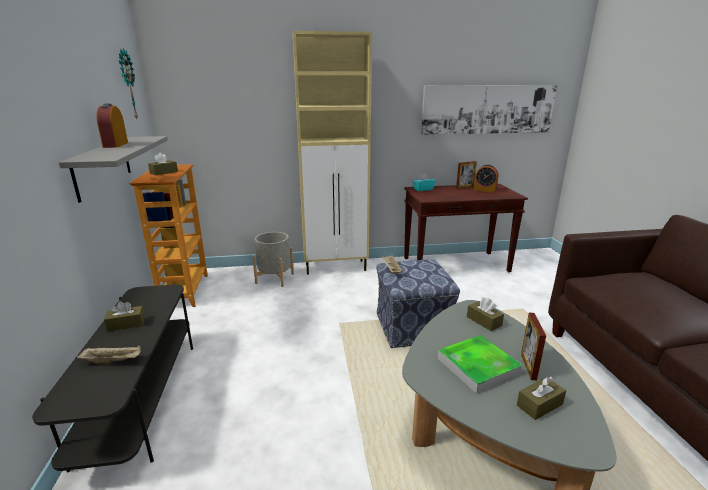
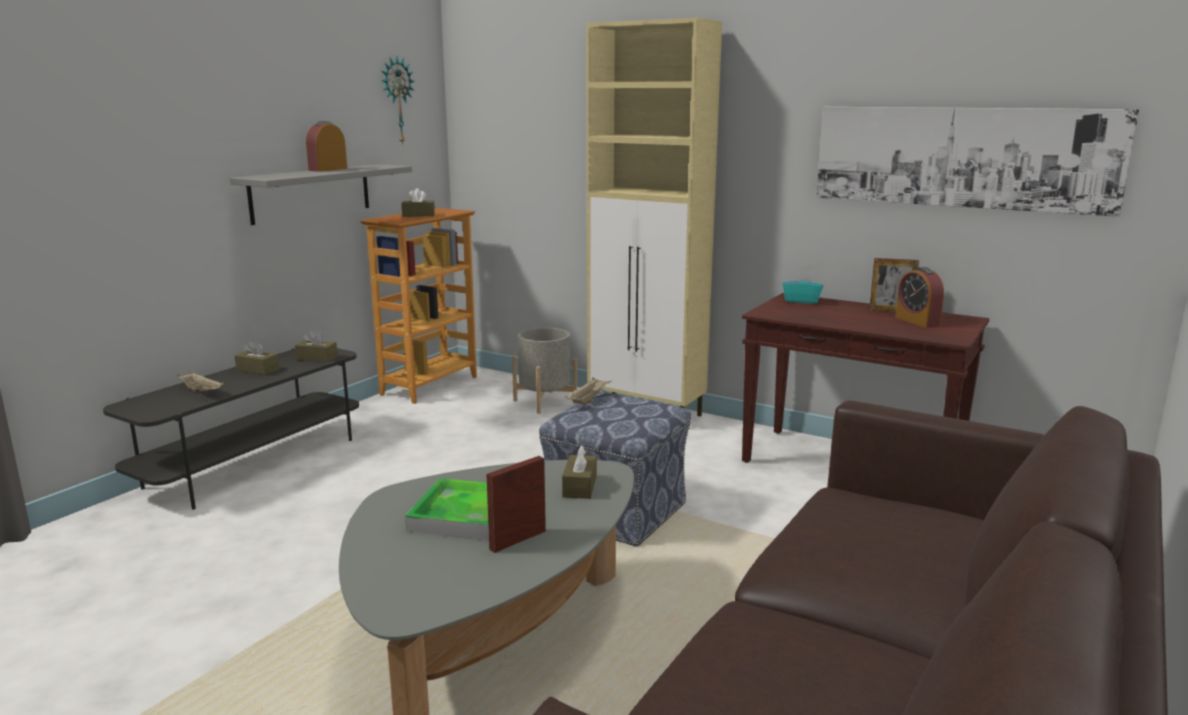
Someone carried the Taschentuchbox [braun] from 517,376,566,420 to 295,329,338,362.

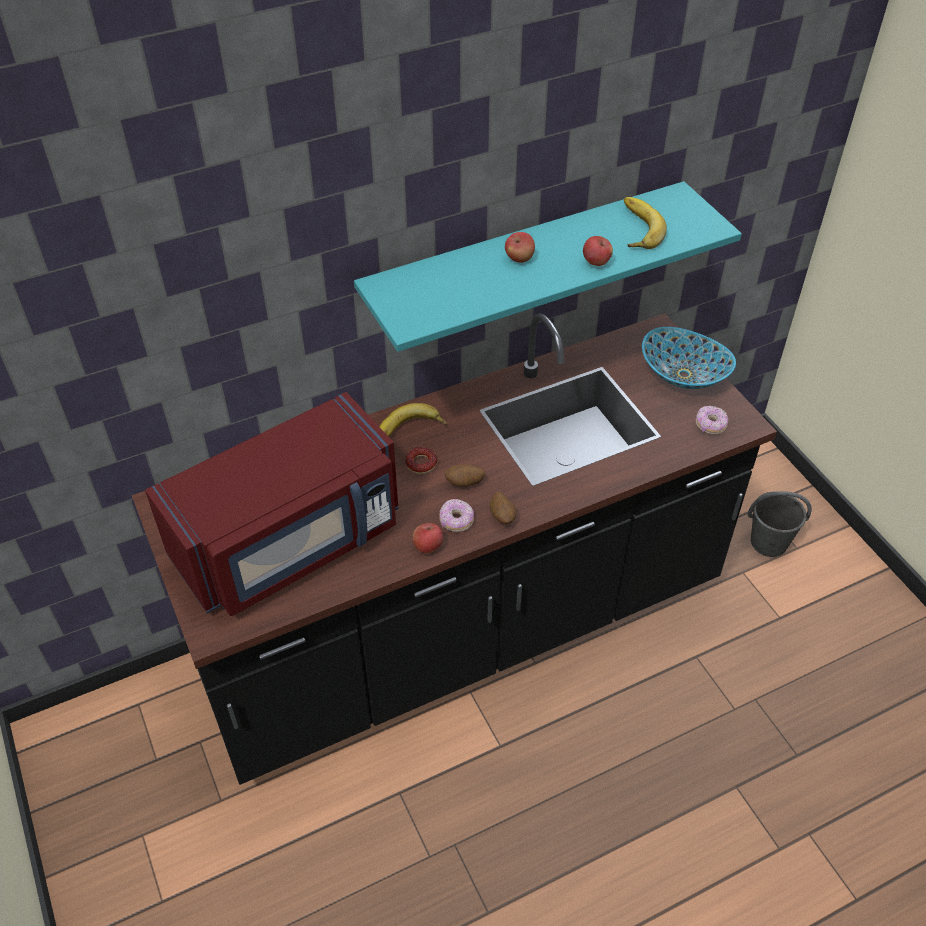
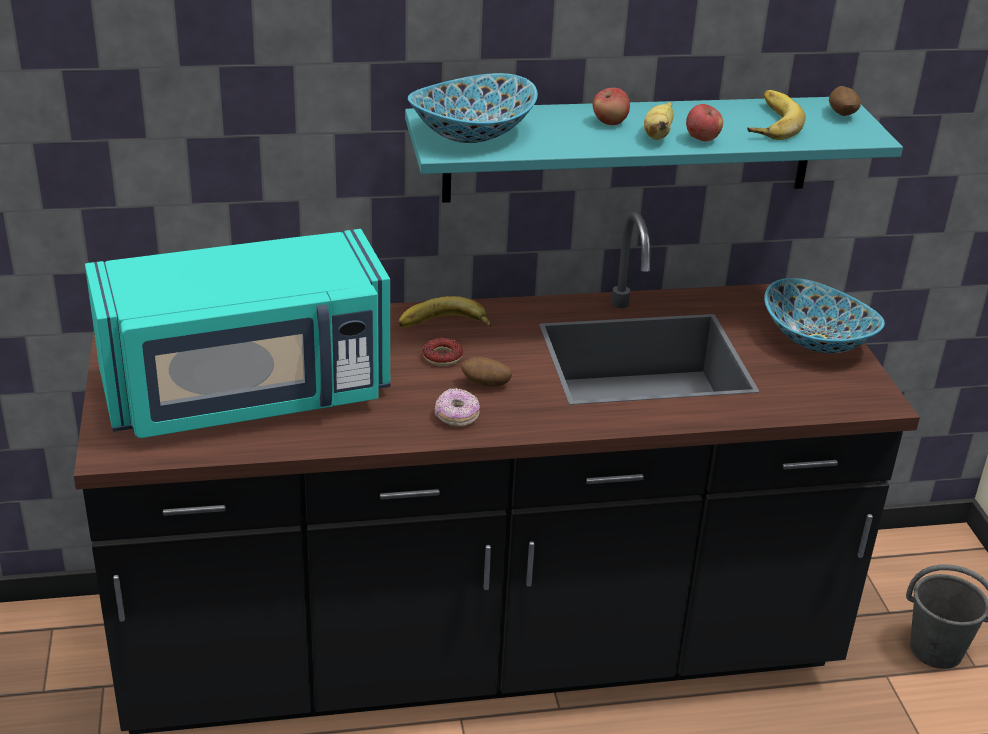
Someone repainted the Mikrowelle [rot] at 145,392,399,616, which became the Mikrowelle [türkis] at 85,229,391,438.
Someone put down the Schüssel at 408,73,538,143.
Someone put down the Banane at 644,102,674,140.
Someone carried the Kartoffel from 490,492,516,524 to 829,86,861,116.
Someone took away the Apfel at 413,523,443,554.
Someone took away the Donut at 696,406,728,435.

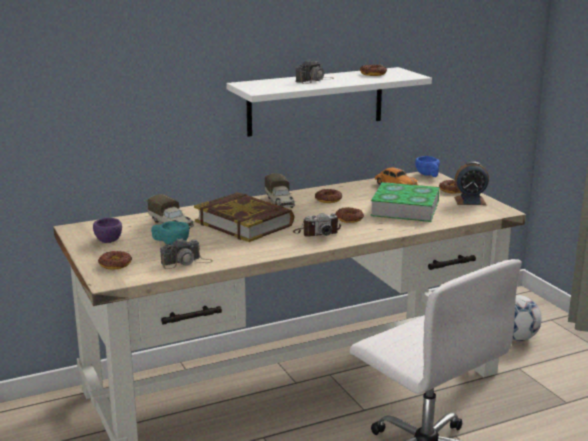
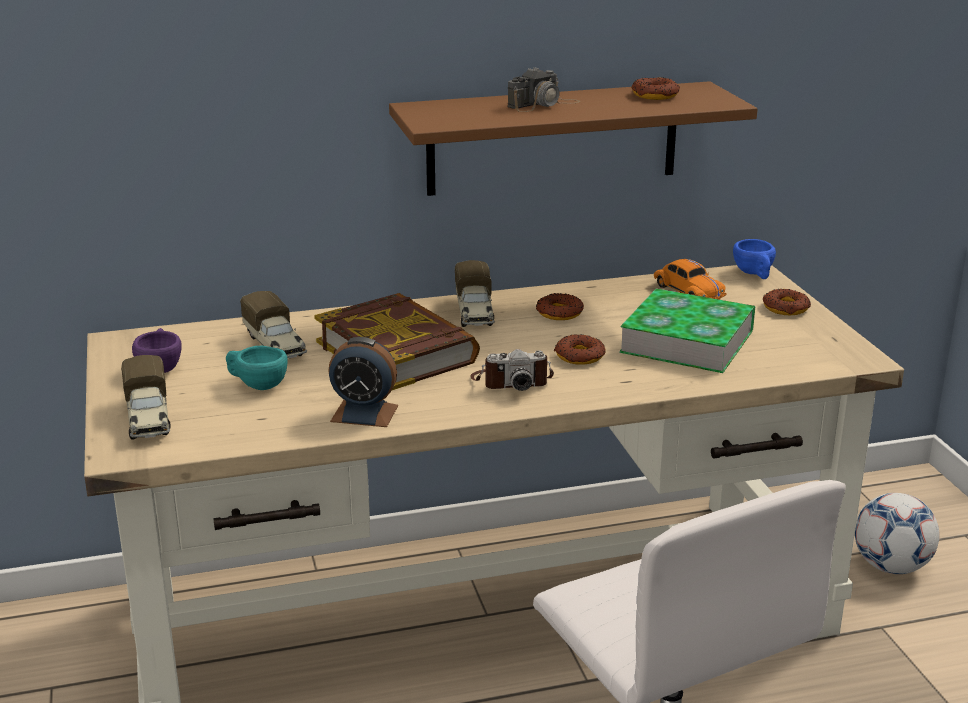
Someone swapped the Donut at 98,251,132,270 for the Spielzeuglaster at 121,355,171,440.
Someone carried the Wecker from 454,161,489,205 to 328,337,398,427.
Someone repainted the Wandregal [weiß] at 226,67,432,137, which became the Wandregal [braun] at 389,81,758,196.
Someone took away the Kamera at 160,238,213,269.

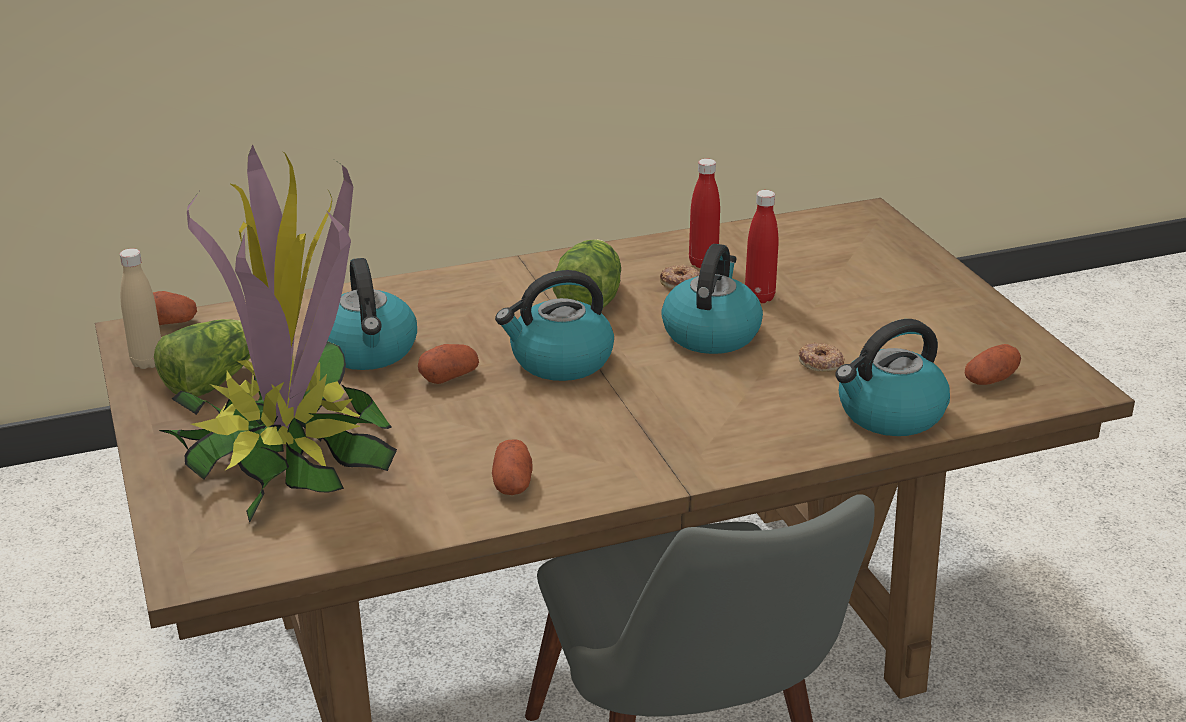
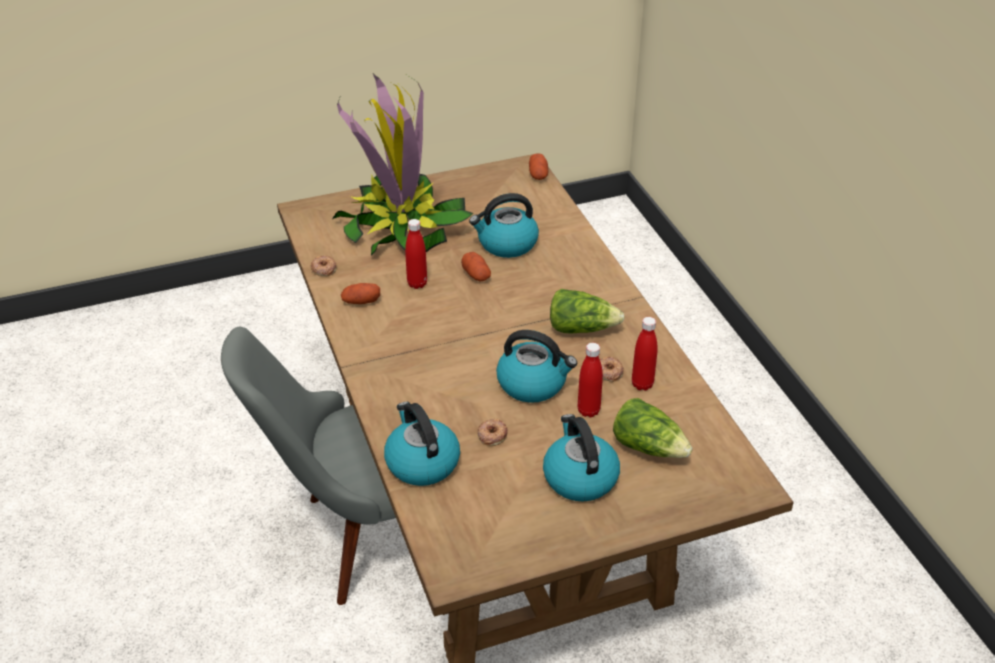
Someone put down the Donut at 310,255,337,276.
Someone put down the Flasche [rot] at 405,219,427,289.
Someone carried the Wasserkessel from 495,270,614,381 to 543,414,620,502.
Someone carried the Salatkopf from 154,319,250,397 to 613,398,693,458.
Someone took away the Flasche [beige] at 120,248,161,369.
Someone took away the Kartoffel at 965,344,1021,385.

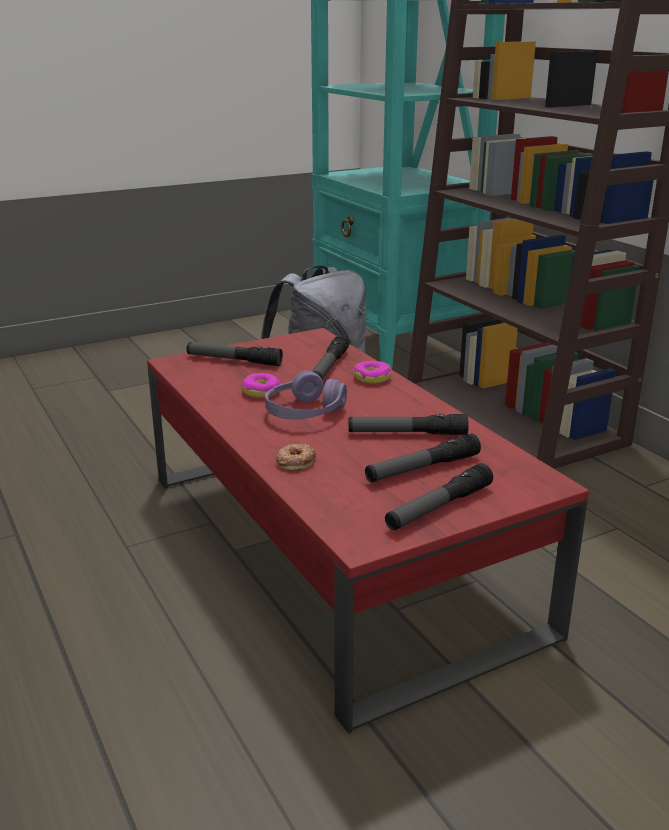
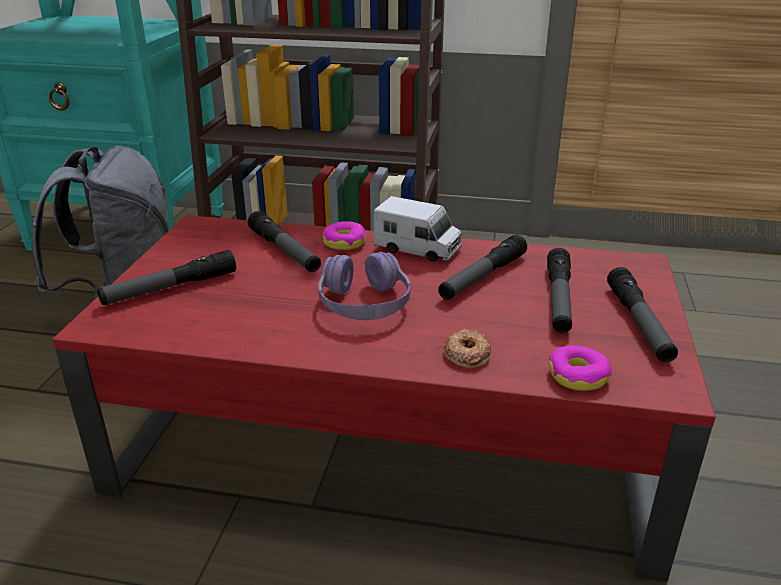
Someone put down the Spielzeuglaster at 374,196,462,262.
Someone carried the Donut from 241,373,281,398 to 549,346,612,391.

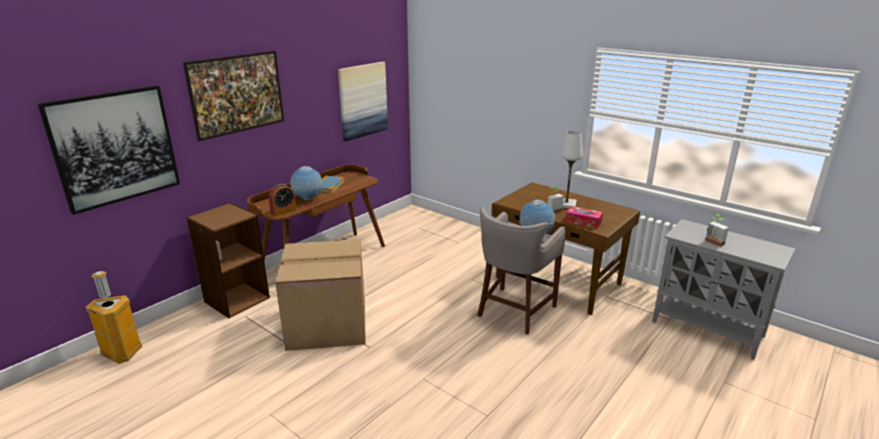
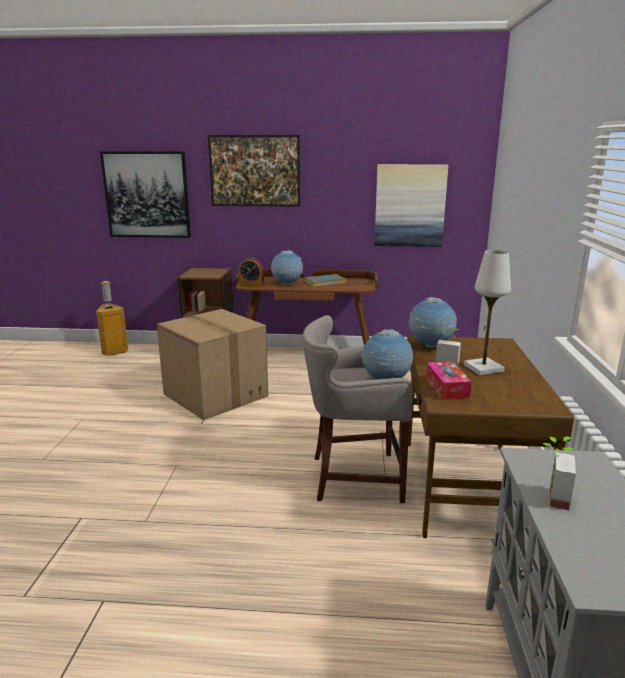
Someone put down the Globus at 409,297,457,348.

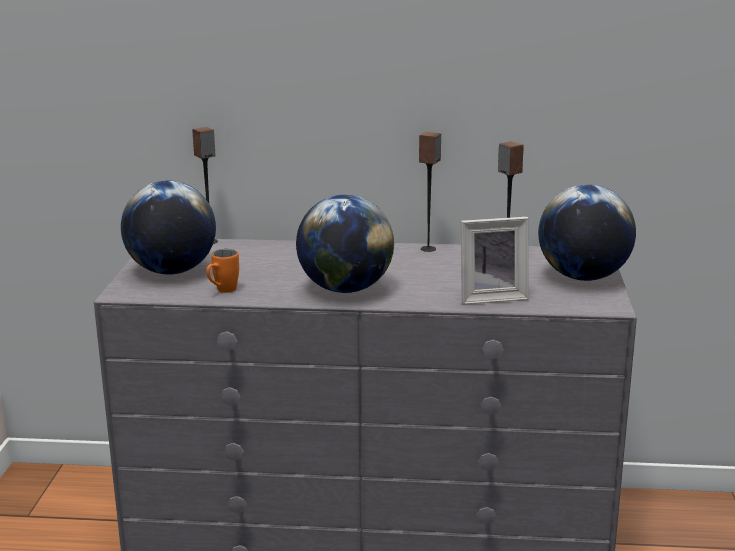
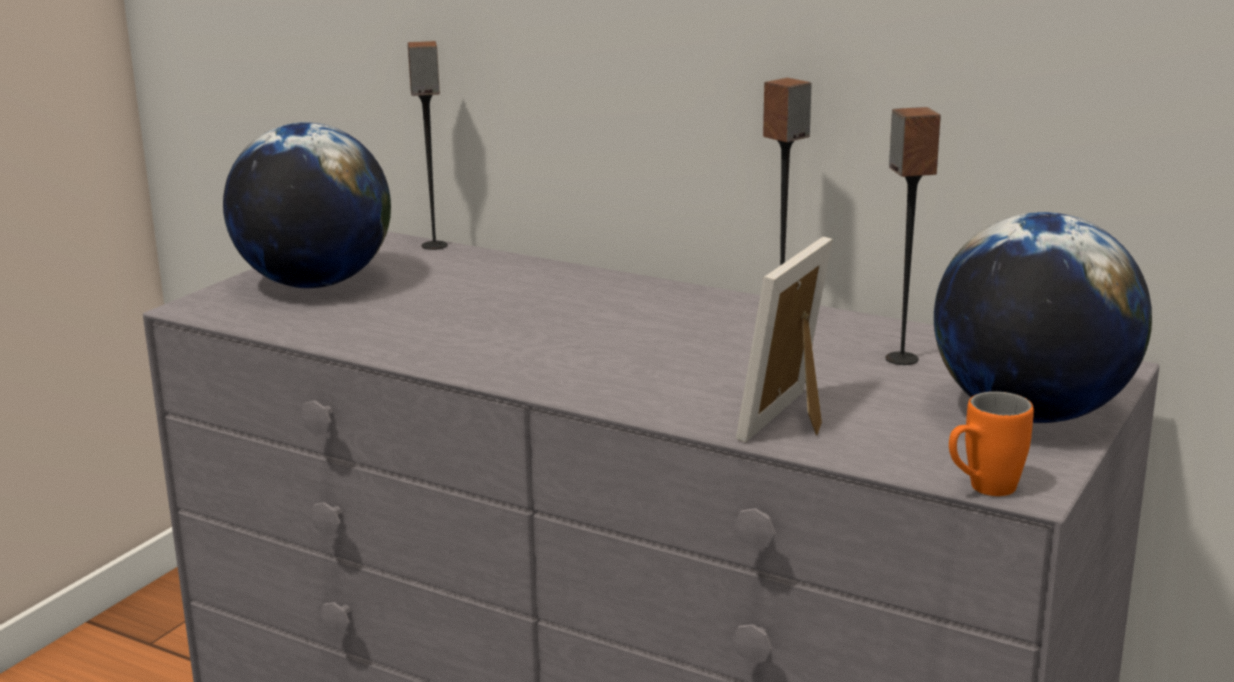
Someone rotated the Bilderrahmen at 461,217,529,305 by 105 degrees clockwise.
Someone carried the Henkelbecher [orange] from 206,249,239,293 to 949,391,1034,496.
Someone took away the Globus at 296,194,394,293.

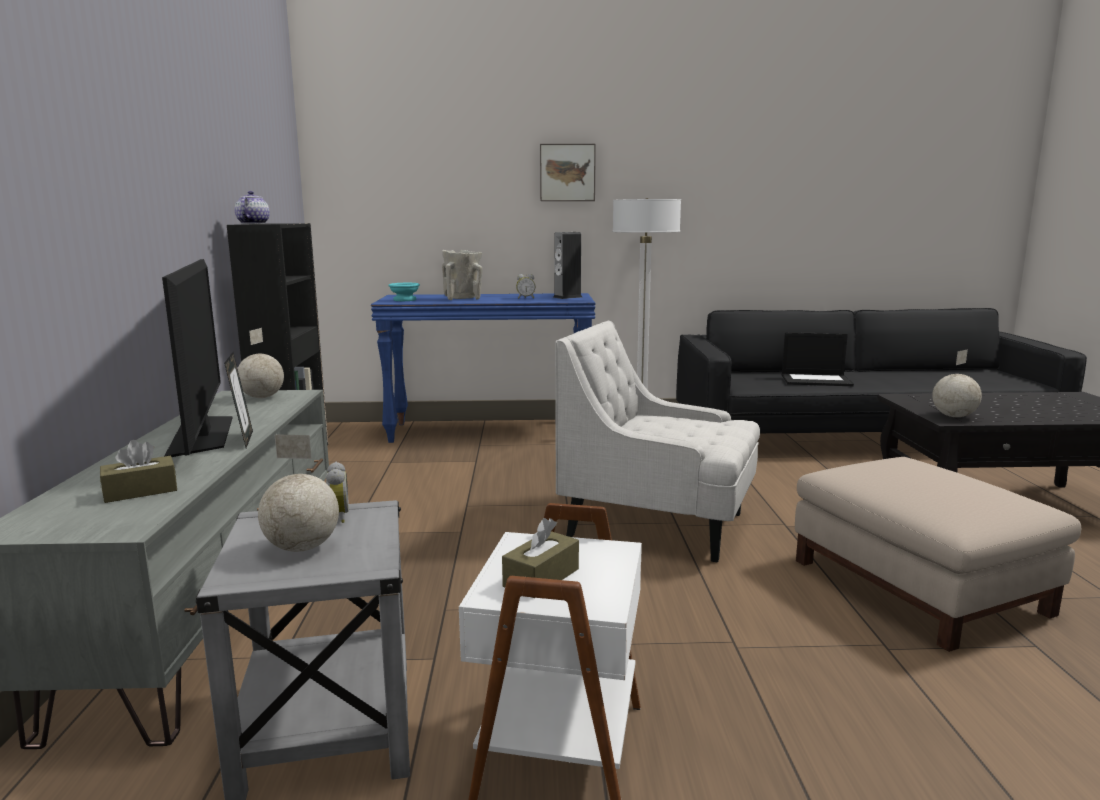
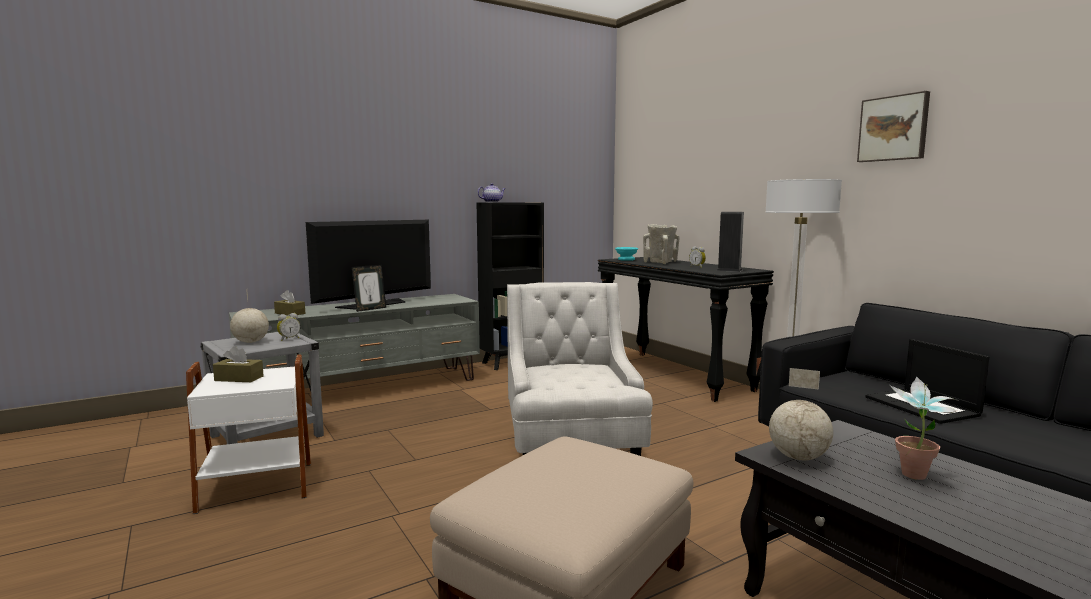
Someone repainted the Konsolentisch [blau] at 371,293,595,443, which became the Konsolentisch [schwarz] at 598,257,774,402.
Someone carried the Bild from 540,144,596,201 to 857,91,930,162.
Someone put down the Topfpflanze at 890,377,959,480.
Someone took away the Globus at 238,328,284,398.

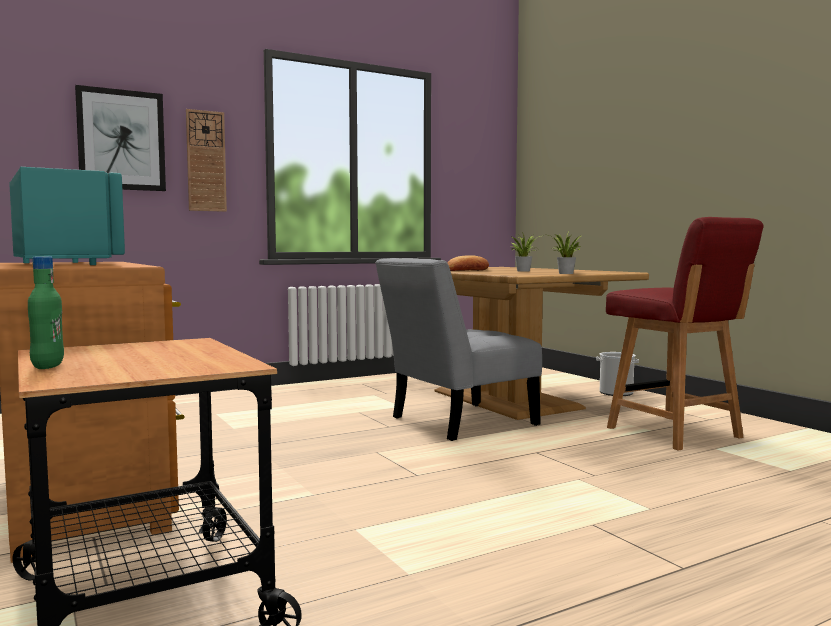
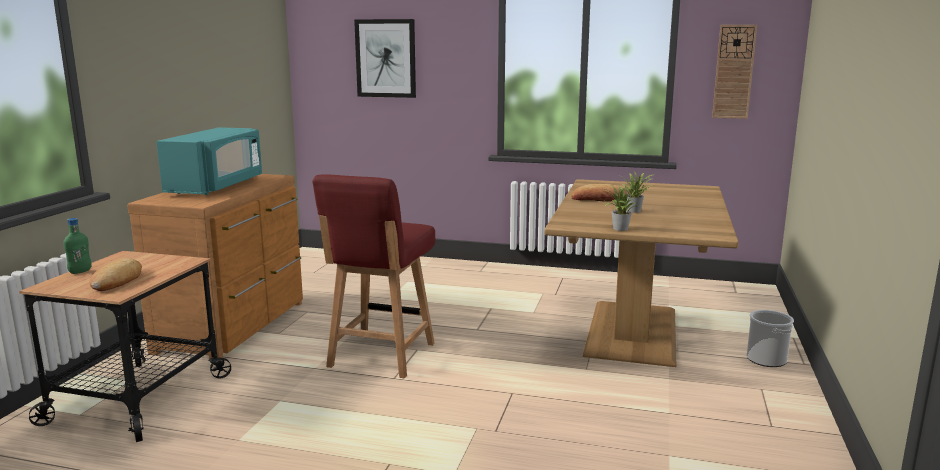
Someone put down the Brot at 90,258,142,291.
Someone carried the Stuhl [rot] from 606,217,764,451 to 312,174,435,378.
Someone carried the Wanduhr from 186,109,227,212 to 712,25,757,119.
Someone took away the Stuhl [grau] at 375,258,542,441.

